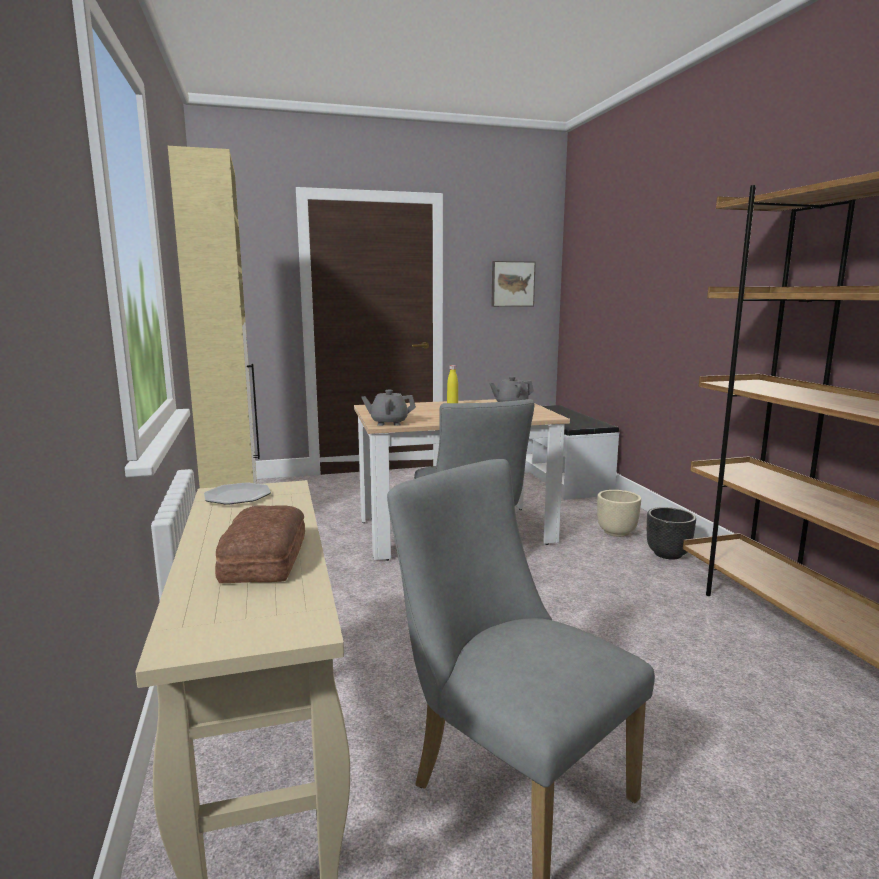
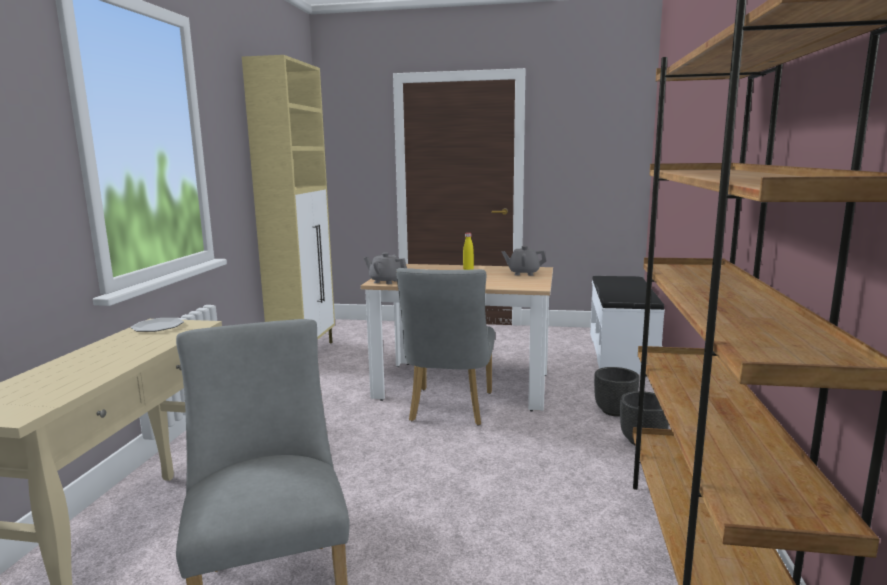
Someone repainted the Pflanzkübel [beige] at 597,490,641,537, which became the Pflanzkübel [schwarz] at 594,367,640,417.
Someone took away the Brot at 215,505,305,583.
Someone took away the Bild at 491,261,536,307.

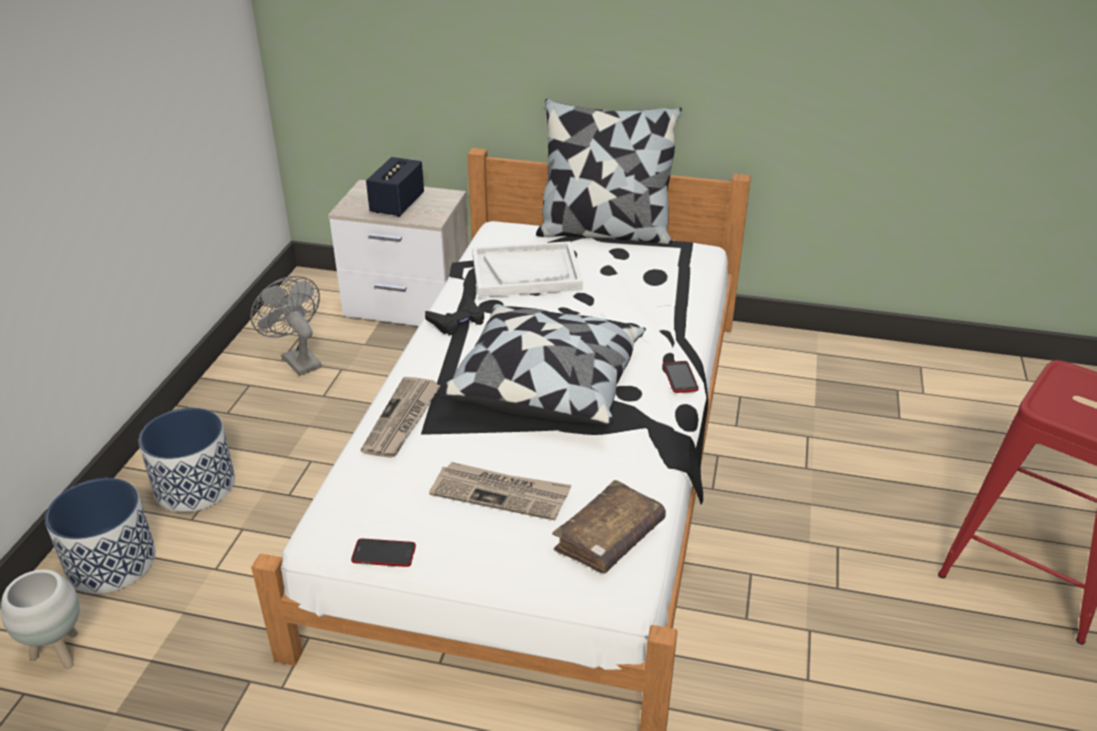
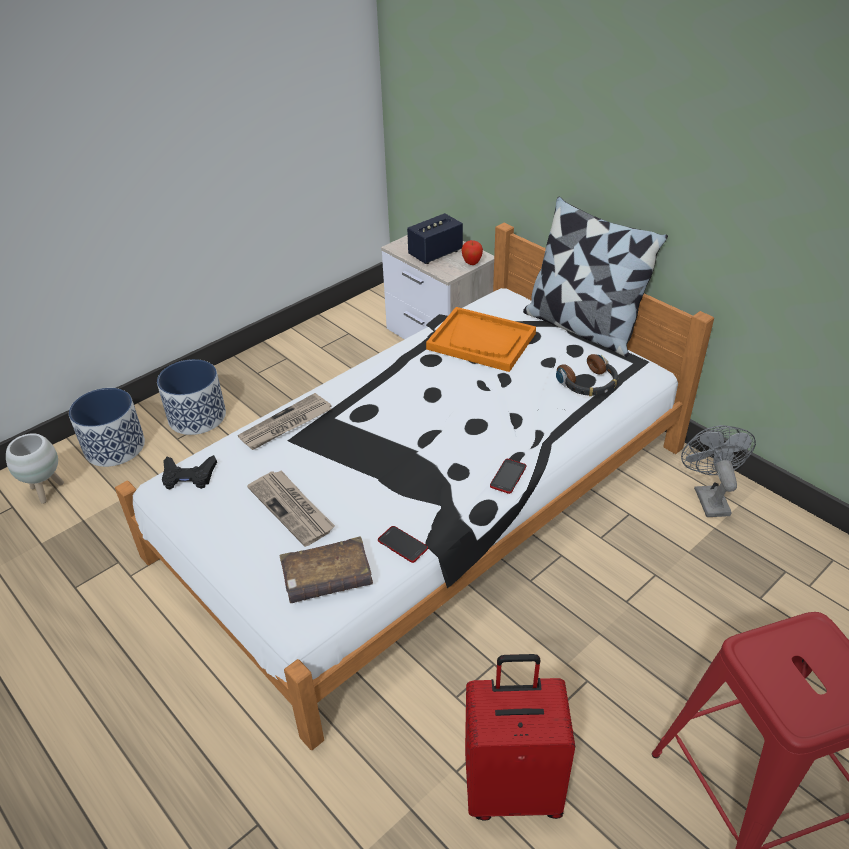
Someone carried the Gamepad [schwarz] from 425,296,484,335 to 162,455,217,490.
Someone carried the Handy from 351,539,416,567 to 378,526,428,563.
Someone repainted the Tablett [weiß] at 472,241,583,297, which became the Tablett [orange] at 426,307,536,372.
Someone put down the Apfel at 461,240,483,265.
Someone put down the Koffer [rot] at 465,654,575,821.
Someone put down the Kopfhörer at 556,354,618,396.
Someone carried the Ventilator [grau] from 251,276,322,376 to 681,425,756,517.
Someone took away the Kissen at 437,304,646,425.

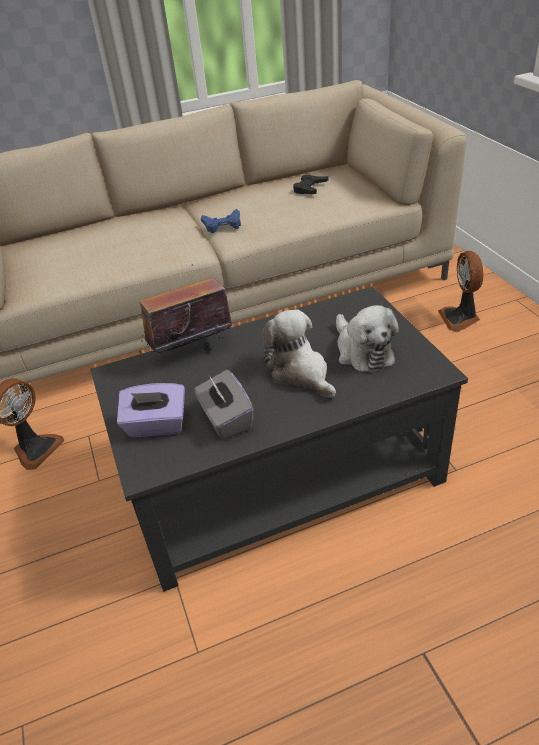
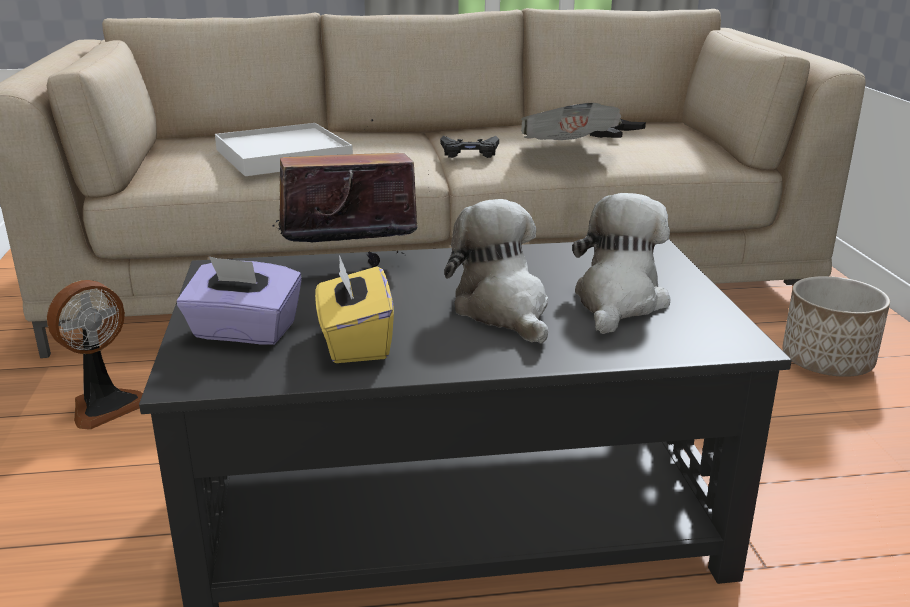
Someone put down the Tablett [weiß] at 215,123,353,176.
Someone repainted the Taschentuchbox [grau] at 194,370,254,439, which became the Taschentuchbox [gelb] at 315,255,394,363.
Someone repainted the Gamepad [blau] at 201,209,241,233, which became the Gamepad [schwarz] at 440,136,499,158.
Someone put down the Zeitung at 521,103,622,140.
Someone rotated the Plüschtier at 336,305,399,373 by 150 degrees counterclockwise.
Someone swapped the Ventilator at 438,251,483,331 for the Pflanzkübel at 782,276,890,377.

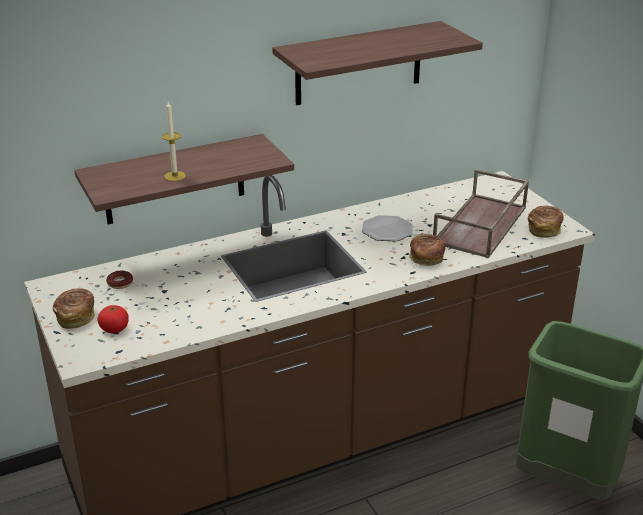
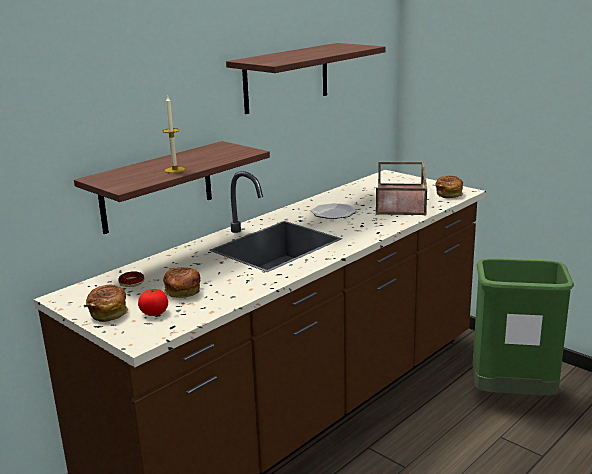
Someone carried the Brot from 409,233,446,266 to 163,267,200,298.

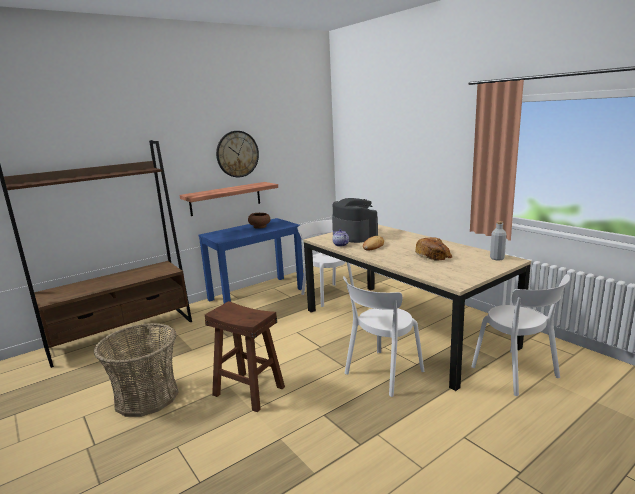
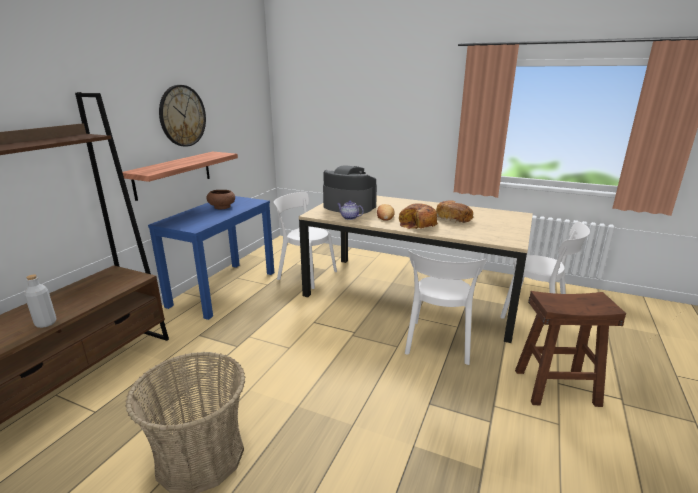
Someone carried the Flasche [grau] from 490,221,506,260 to 24,274,57,328.
Someone put down the Brot at 399,203,438,229.
Someone carried the Hocker [braun] from 205,301,285,413 to 515,291,626,407.

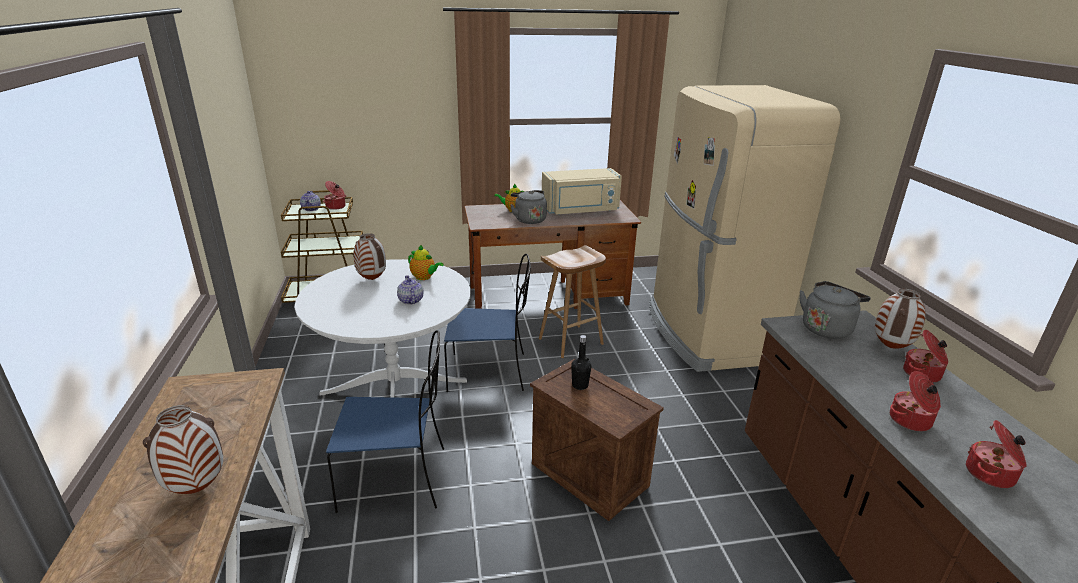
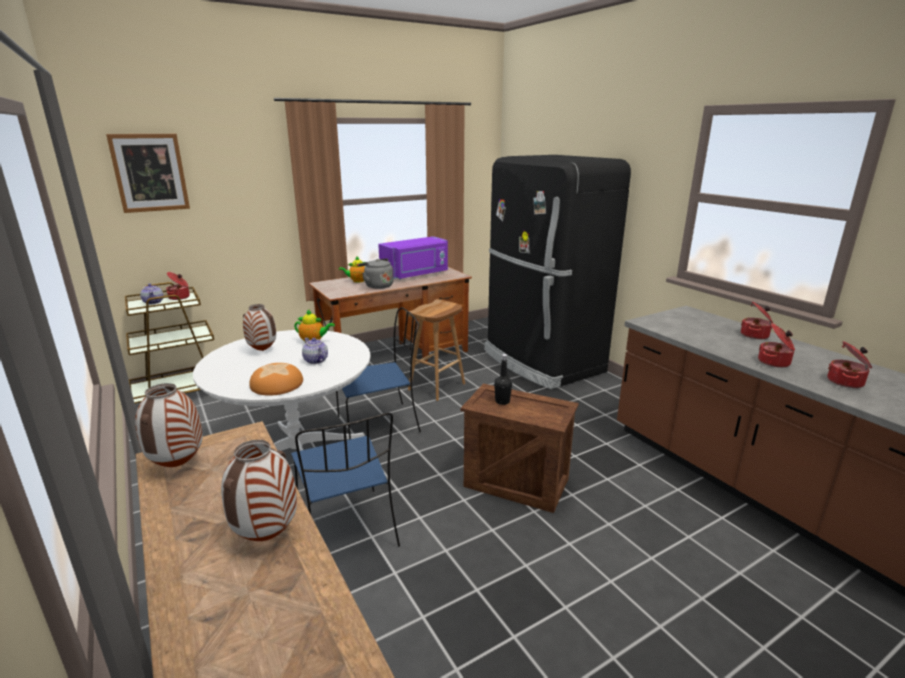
Someone put up the Bild at 106,134,190,213.
Someone carried the Vase from 875,289,926,349 to 135,383,203,467.
Someone put down the Brot at 249,363,303,396.
Someone rotated the Stuhl [blau] at 326,330,444,513 by 90 degrees clockwise.
Someone repainted the Mikrowelle [beige] at 542,168,622,215, which became the Mikrowelle [lila] at 378,236,448,280.
Someone repainted the Kühlschrank [beige] at 649,85,840,372, which became the Kühlschrank [schwarz] at 484,155,631,389.
Someone took away the Wasserkessel [grau] at 800,281,871,339.

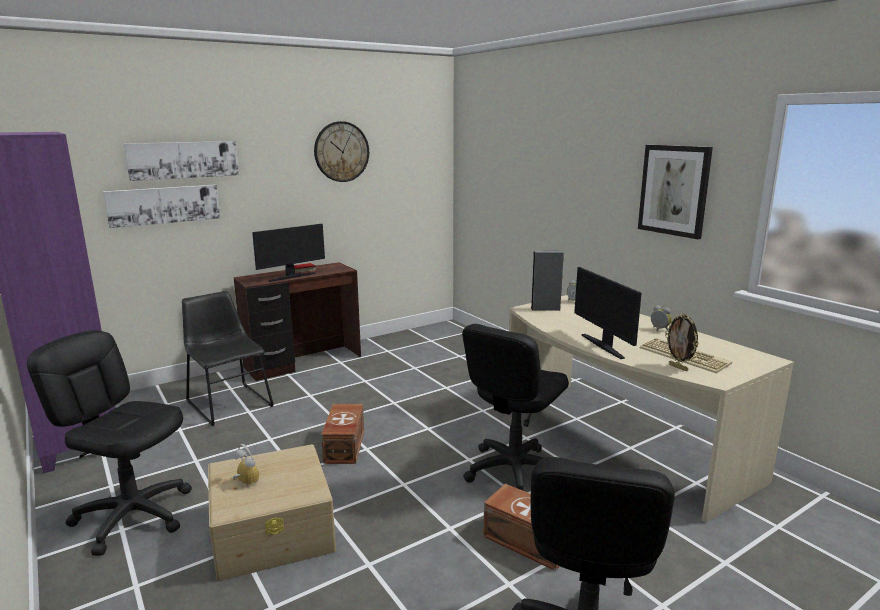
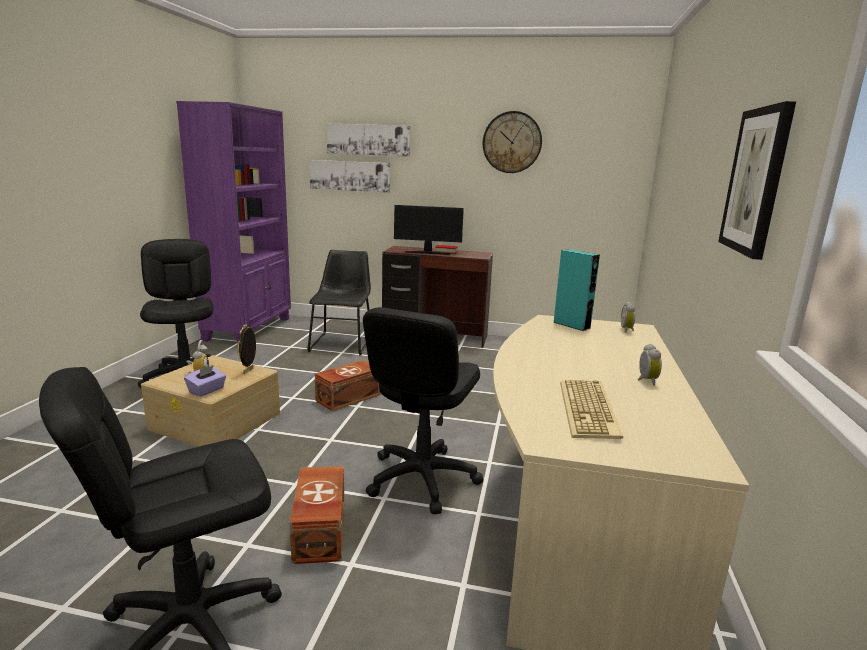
Someone put down the Taschentuchbox [lila] at 184,365,226,397.
Someone carried the Bilderrahmen from 665,313,699,371 to 237,324,256,374.
Someone rotated the Bürostuhl [schwarz] at 462,324,569,491 by 60 degrees counterclockwise.
Someone repainted the Lautsprecher [grau] at 531,250,564,311, which became the Lautsprecher [türkis] at 553,249,600,331.
Someone took away the Monitor at 574,267,641,359.

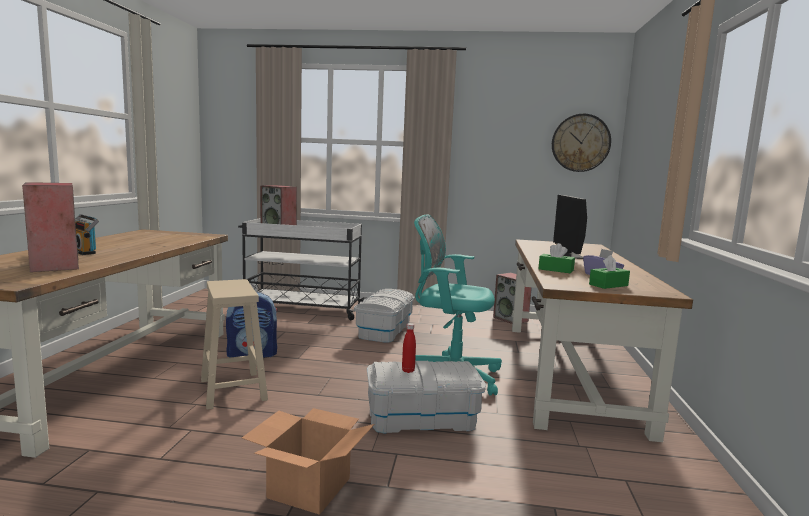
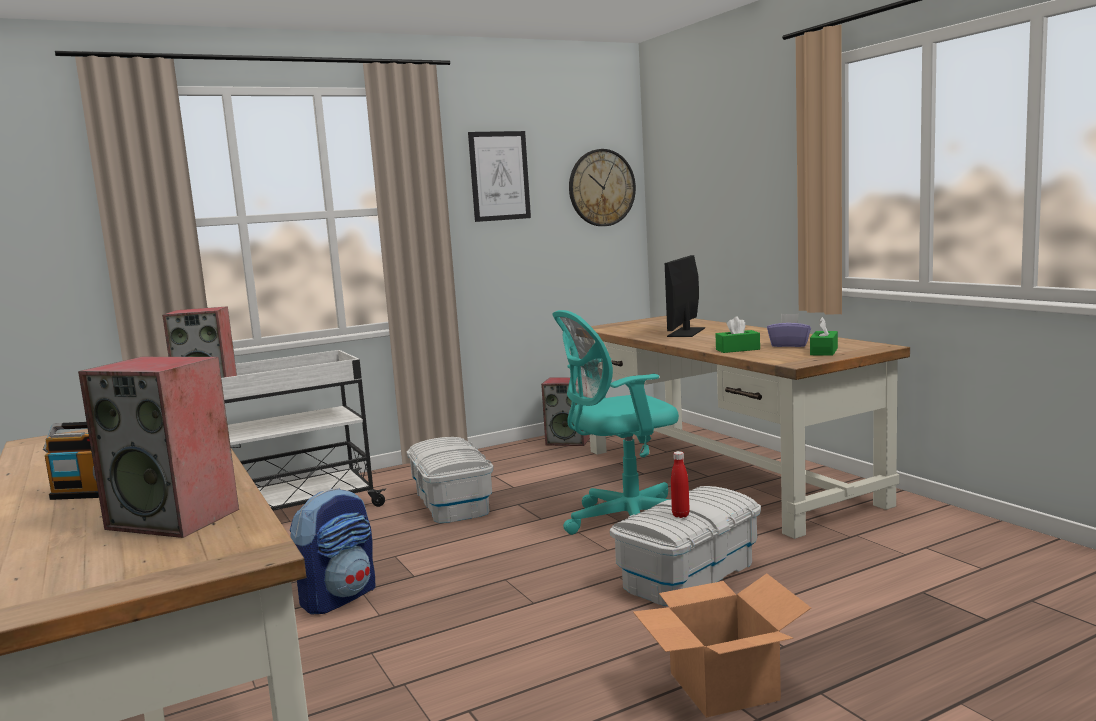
Someone put up the Bild at 468,131,531,222.
Someone rotated the Monitor at 553,195,587,259 by 60 degrees clockwise.
Someone took away the Hocker [beige] at 201,279,268,410.

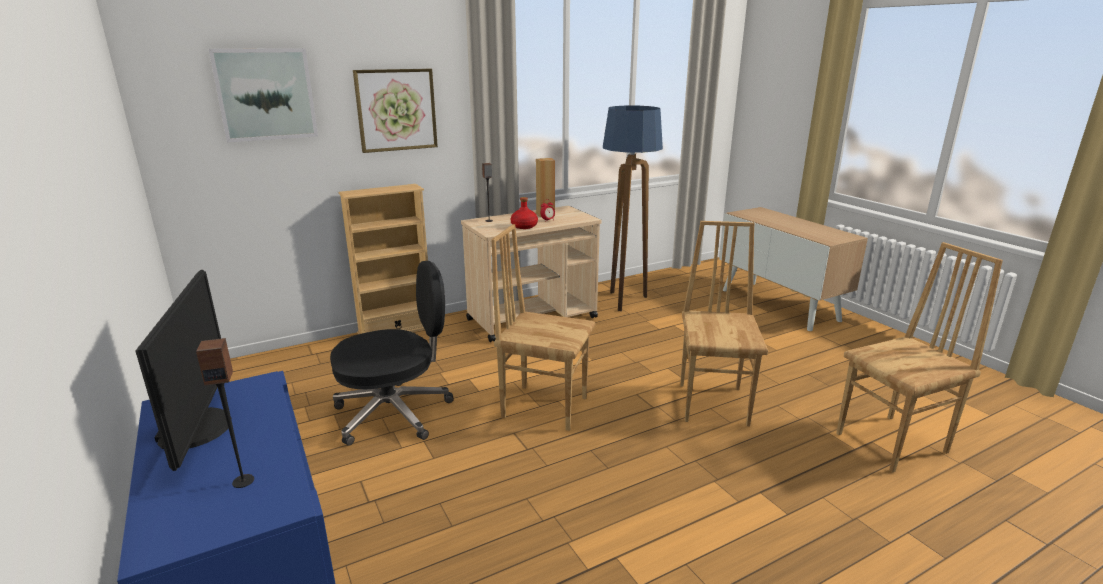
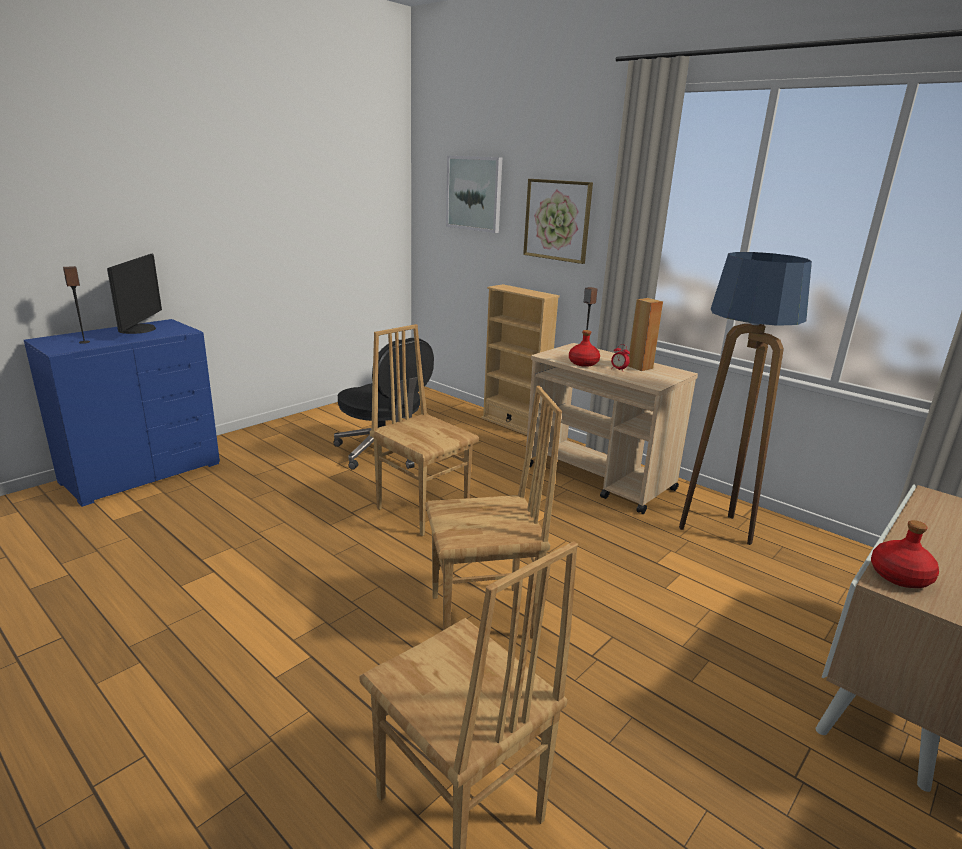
Someone rotated the Monitor at 135,270,232,471 by 60 degrees counterclockwise.
Someone rotated the Stuhl [braun] at 491,224,595,431 by 45 degrees counterclockwise.
Someone put down the Flasche [rot] at 871,520,939,588.

